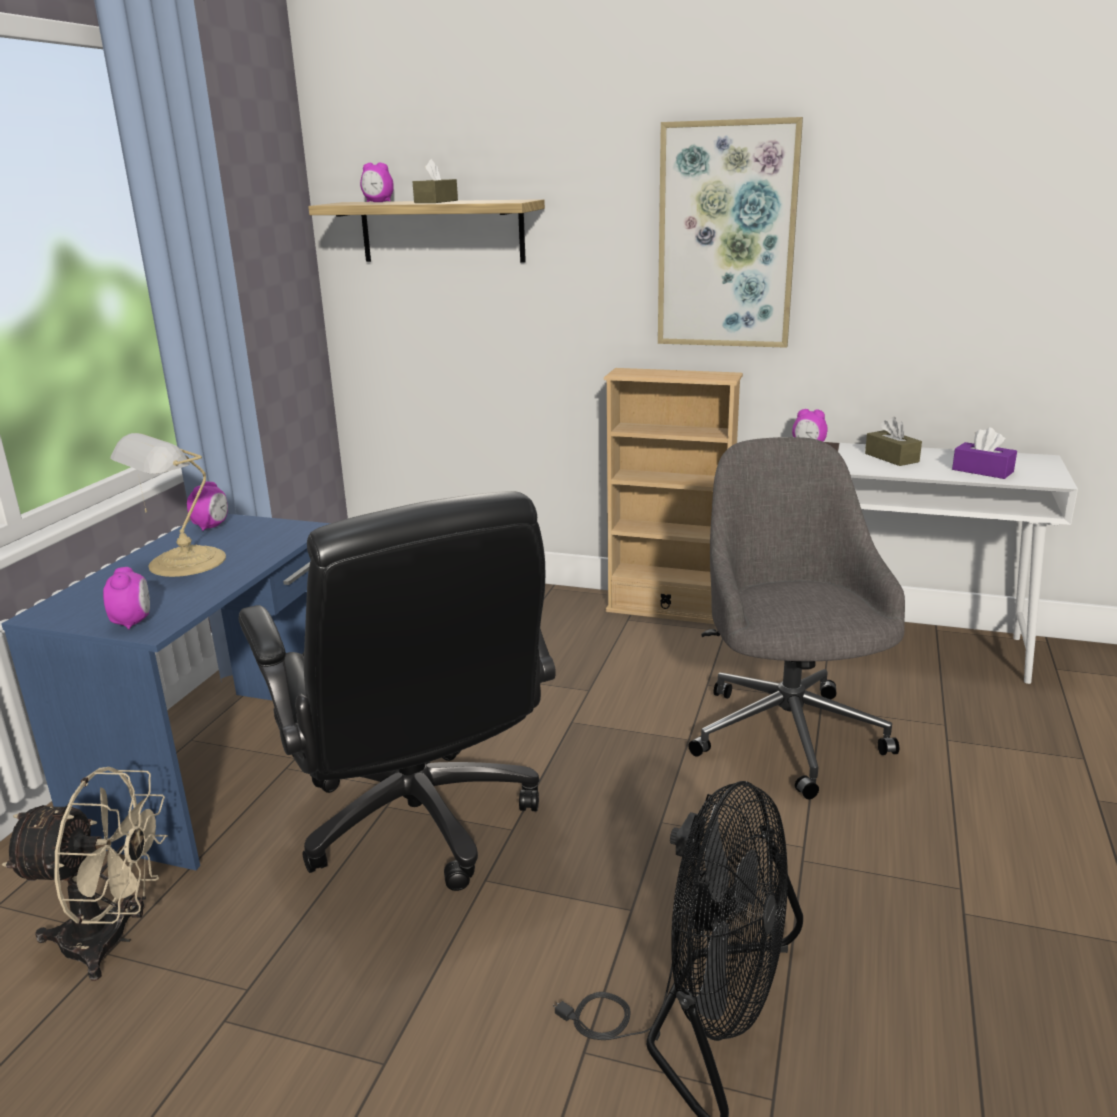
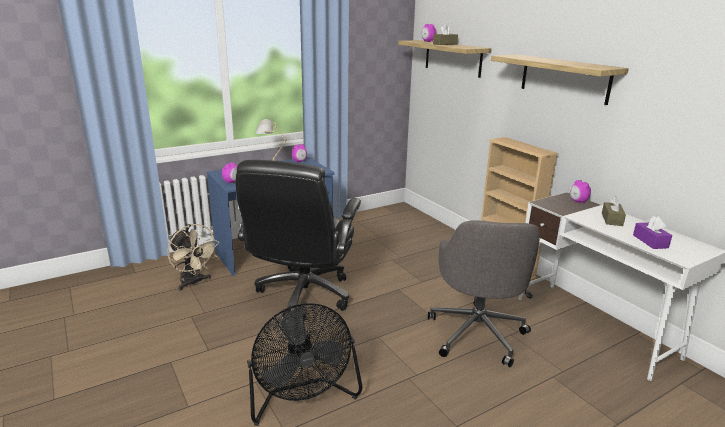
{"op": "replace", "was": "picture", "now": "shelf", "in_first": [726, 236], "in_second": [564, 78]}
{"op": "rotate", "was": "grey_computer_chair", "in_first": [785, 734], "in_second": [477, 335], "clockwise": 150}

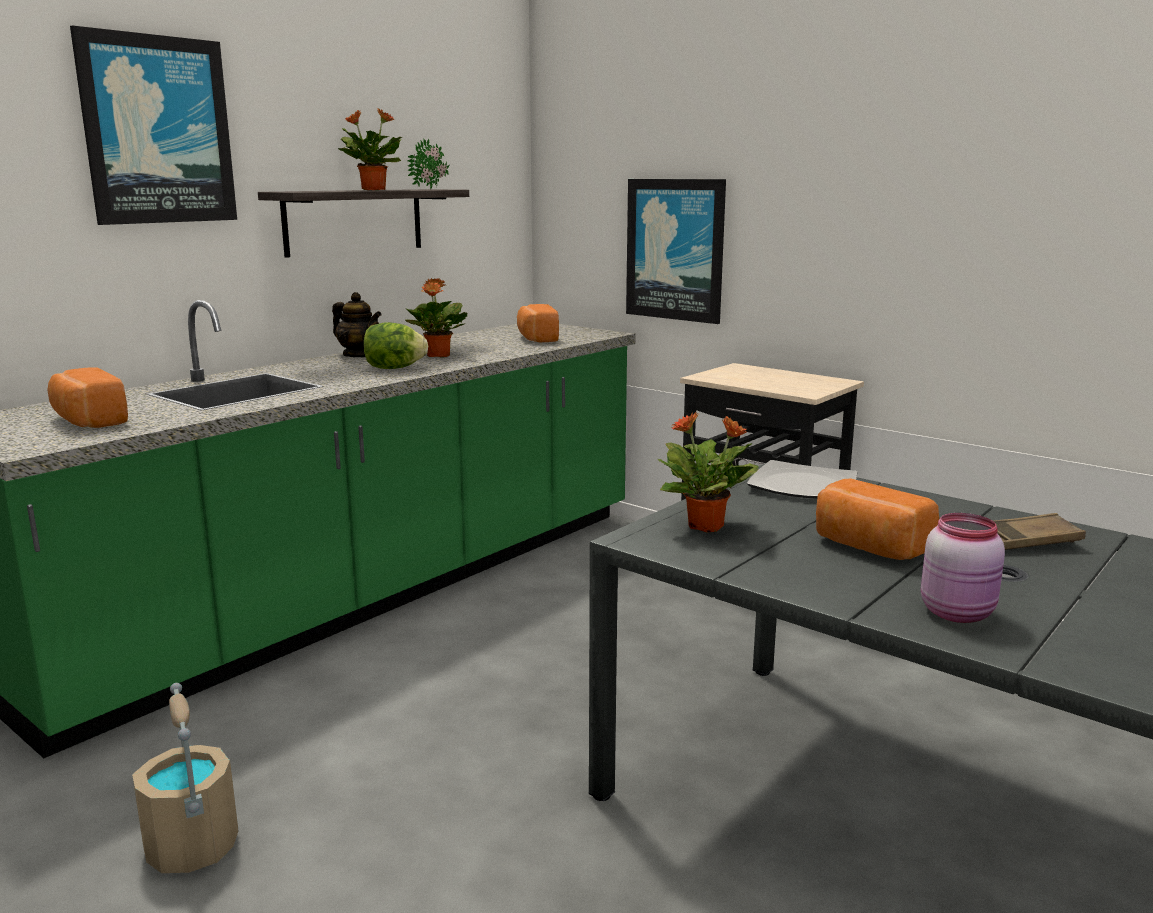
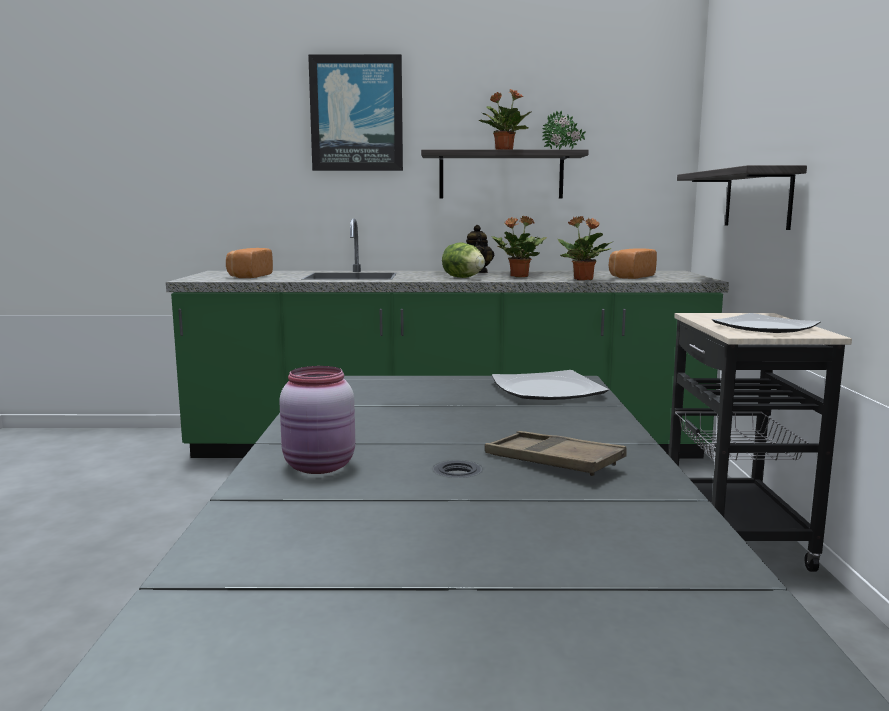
{"op": "delete", "was": "sand-coloured_bucket", "in_first": [192, 847]}
{"op": "replace", "was": "picture", "now": "shelf", "in_first": [675, 250], "in_second": [757, 199]}
{"op": "move", "was": "houseplant", "in_first": [707, 527], "in_second": [583, 279]}
{"op": "delete", "was": "bakery_bread", "in_first": [868, 547]}
{"op": "insert", "now": "dinner_plate", "in_second": [763, 327]}

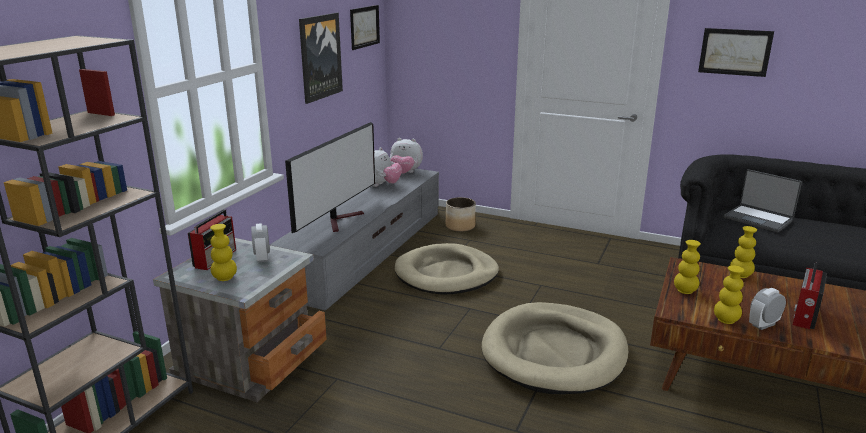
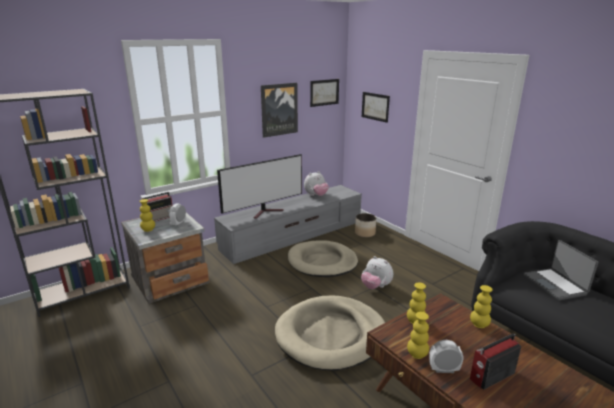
{"op": "move", "was": "soft_toy", "in_first": [405, 173], "in_second": [376, 286]}
{"op": "move", "was": "picture", "in_first": [735, 52], "in_second": [375, 106]}

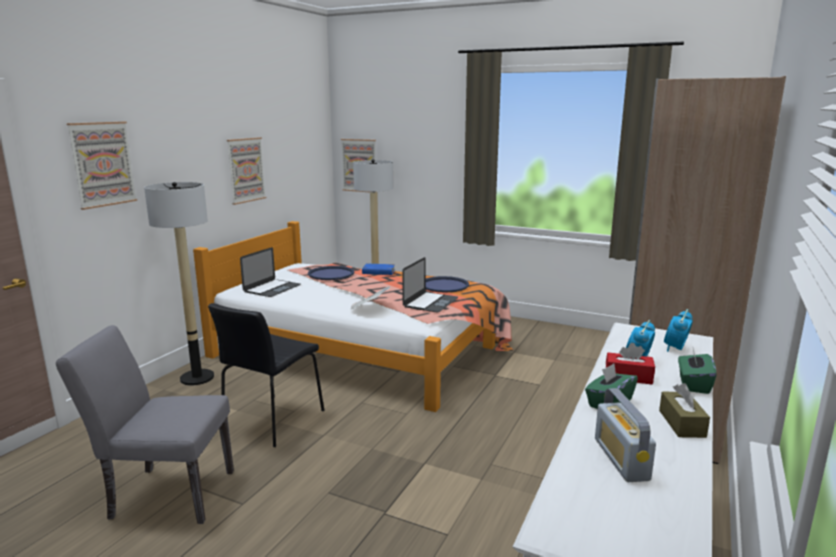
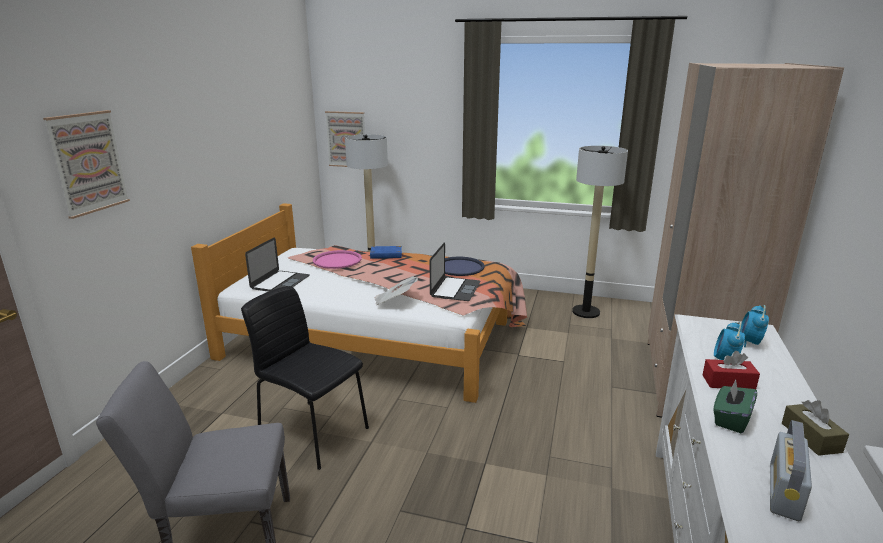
{"op": "move", "was": "floor_lamp", "in_first": [197, 378], "in_second": [586, 312]}
{"op": "rotate", "was": "blackish_plain_chair", "in_first": [271, 422], "in_second": [310, 432], "clockwise": 105}
{"op": "delete", "was": "picture", "in_first": [246, 170]}
{"op": "recolor", "was": "bluish_carrying_tray", "now": "pink-coloured_carrying_tray", "in_first": [331, 274], "in_second": [337, 260]}
{"op": "rotate", "was": "radio_receiver", "in_first": [621, 459], "in_second": [784, 491], "clockwise": 45}
{"op": "delete", "was": "greenish_tissue_box", "in_first": [693, 384]}

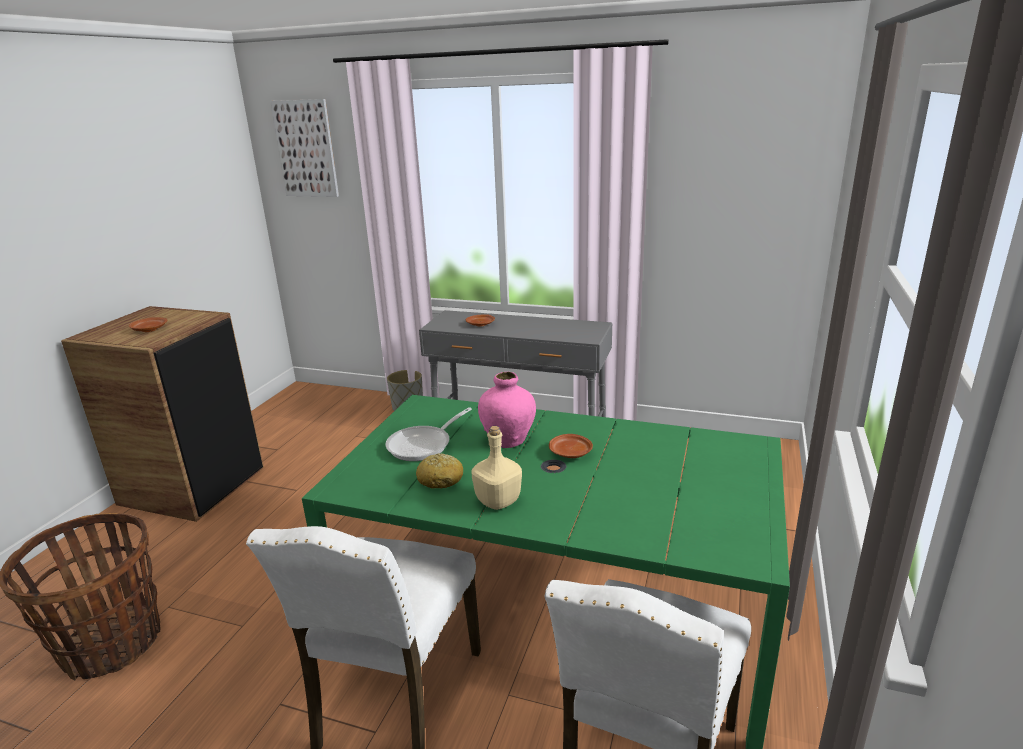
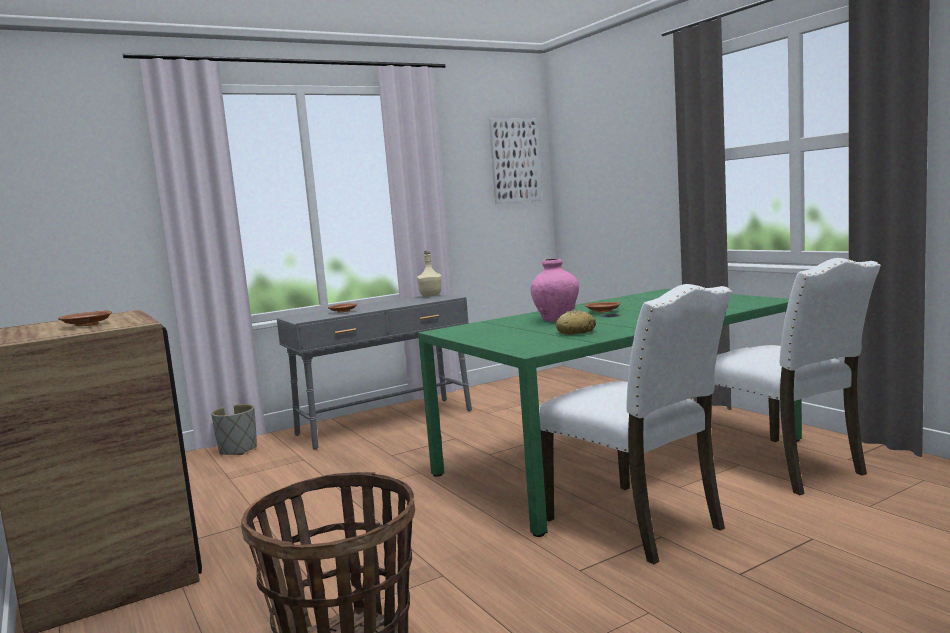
{"op": "move", "was": "picture", "in_first": [306, 149], "in_second": [515, 161]}
{"op": "delete", "was": "skillet", "in_first": [424, 445]}
{"op": "move", "was": "sand-coloured_bottle", "in_first": [497, 501], "in_second": [431, 296]}

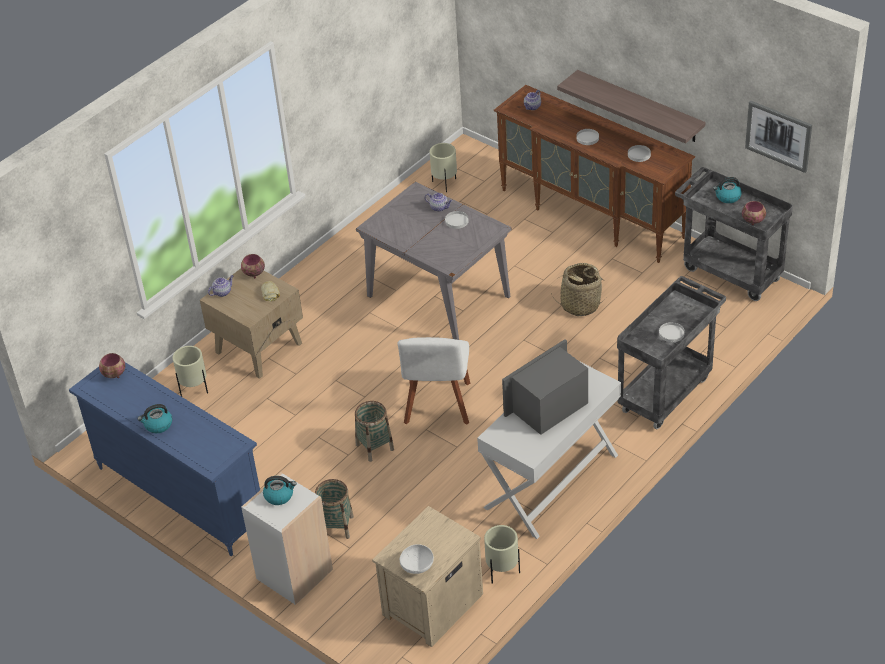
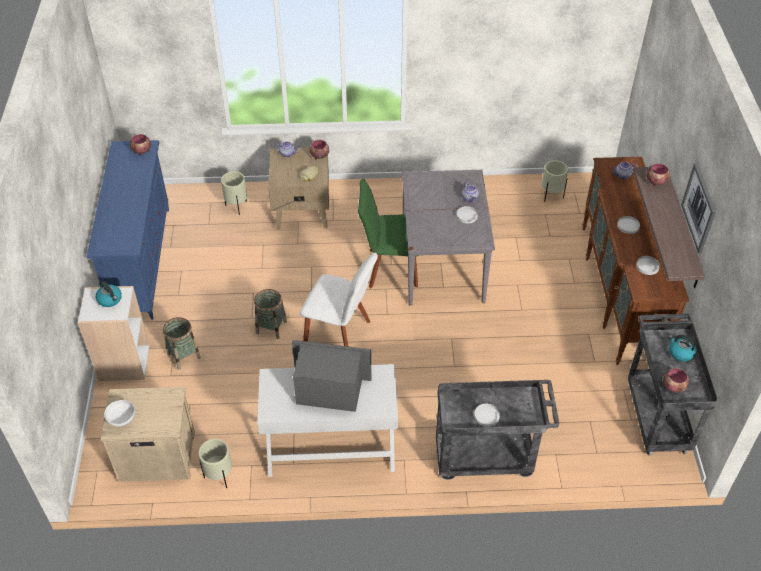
{"op": "delete", "was": "water_kettle", "in_first": [158, 425]}
{"op": "rotate", "was": "white-coloured_plain_chair", "in_first": [437, 406], "in_second": [340, 334], "clockwise": -120}
{"op": "delete", "was": "storage_basket", "in_first": [580, 305]}
{"op": "move", "was": "picture", "in_first": [778, 135], "in_second": [699, 208]}
{"op": "insert", "now": "greenish_plain_chair", "in_second": [389, 268]}
{"op": "insert", "now": "deep_dish", "in_second": [656, 181]}

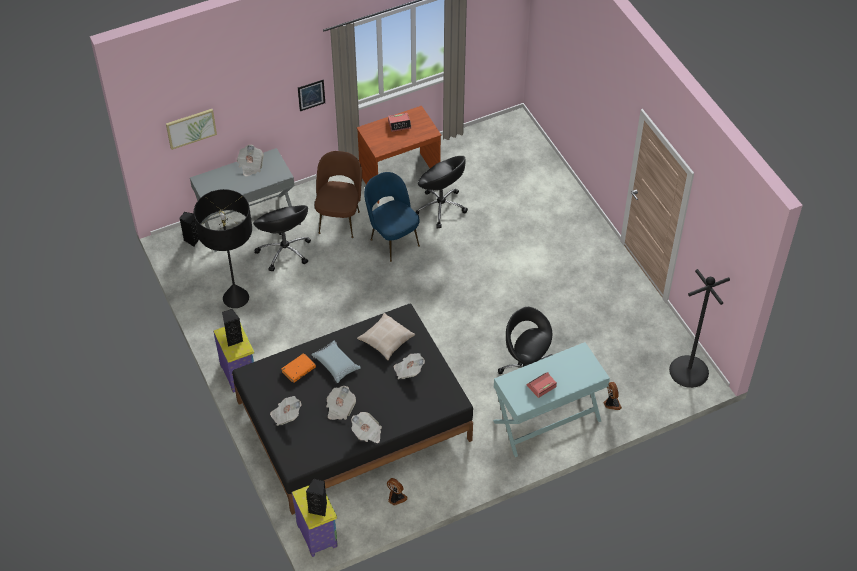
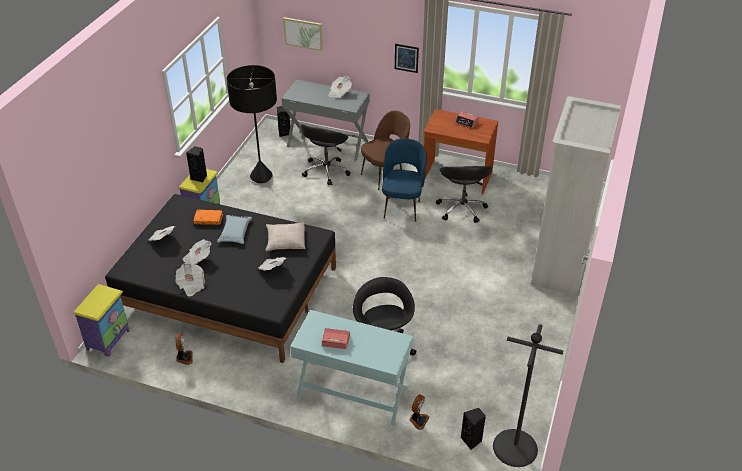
{"op": "move", "was": "blackish_speaker", "in_first": [319, 508], "in_second": [472, 440]}
{"op": "insert", "now": "white-coloured_wardrobe", "in_second": [559, 266]}

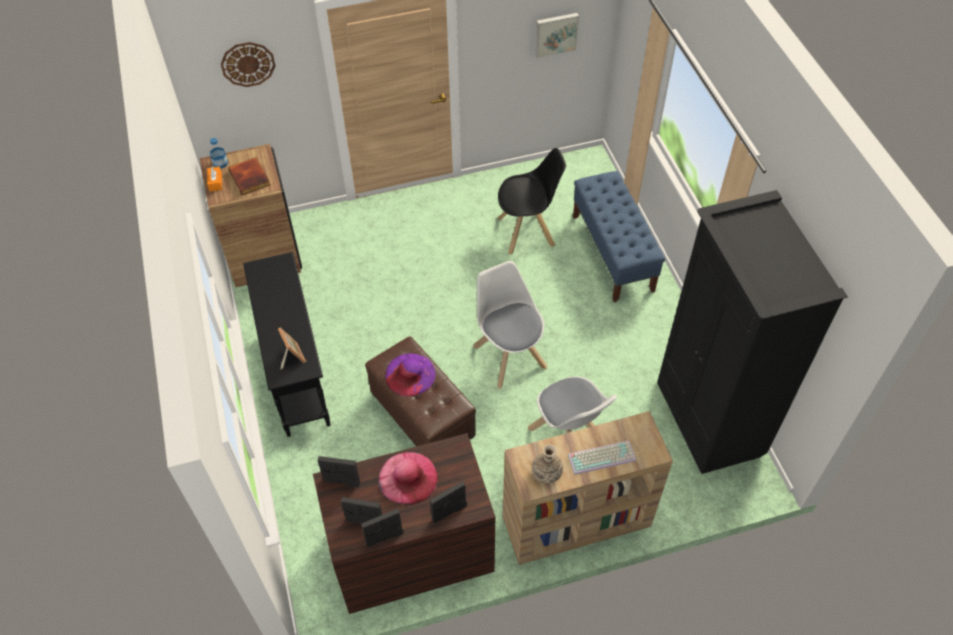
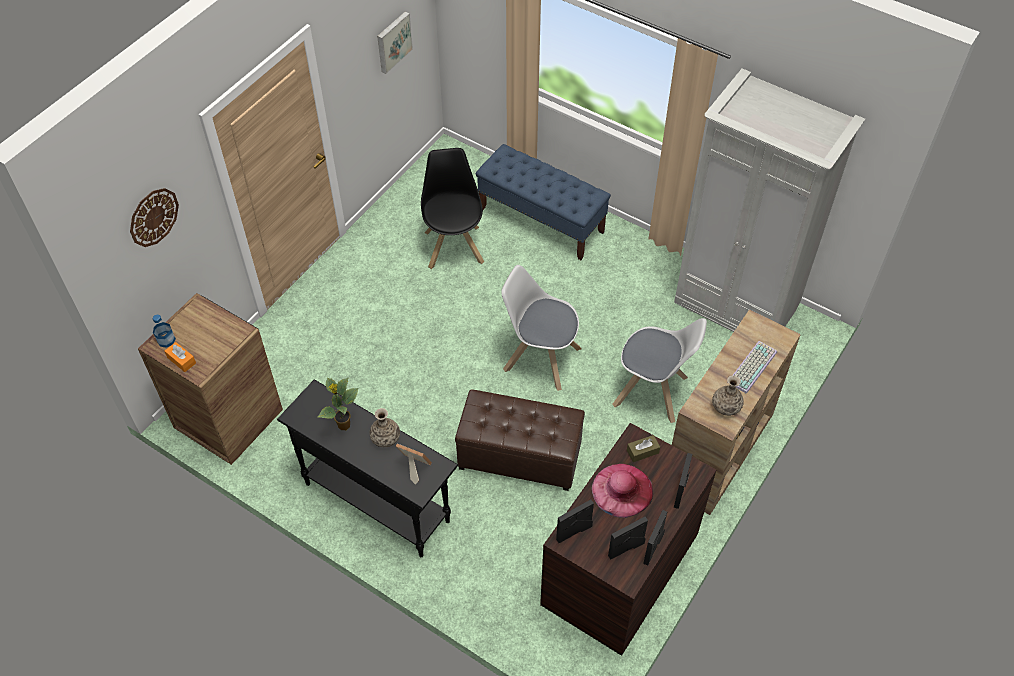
{"op": "delete", "was": "book", "in_first": [250, 178]}
{"op": "delete", "was": "purple_wearable_hat", "in_first": [410, 374]}
{"op": "rotate", "was": "blackish_plain_chair", "in_first": [527, 231], "in_second": [454, 245], "clockwise": -45}
{"op": "recolor", "was": "blackish_wardrobe", "now": "white-coloured_wardrobe", "in_first": [709, 418], "in_second": [736, 304]}
{"op": "insert", "now": "houseplant", "in_second": [343, 426]}
{"op": "insert", "now": "flower_vase", "in_second": [385, 438]}
{"op": "insert", "now": "brown_tissue_box", "in_second": [642, 451]}

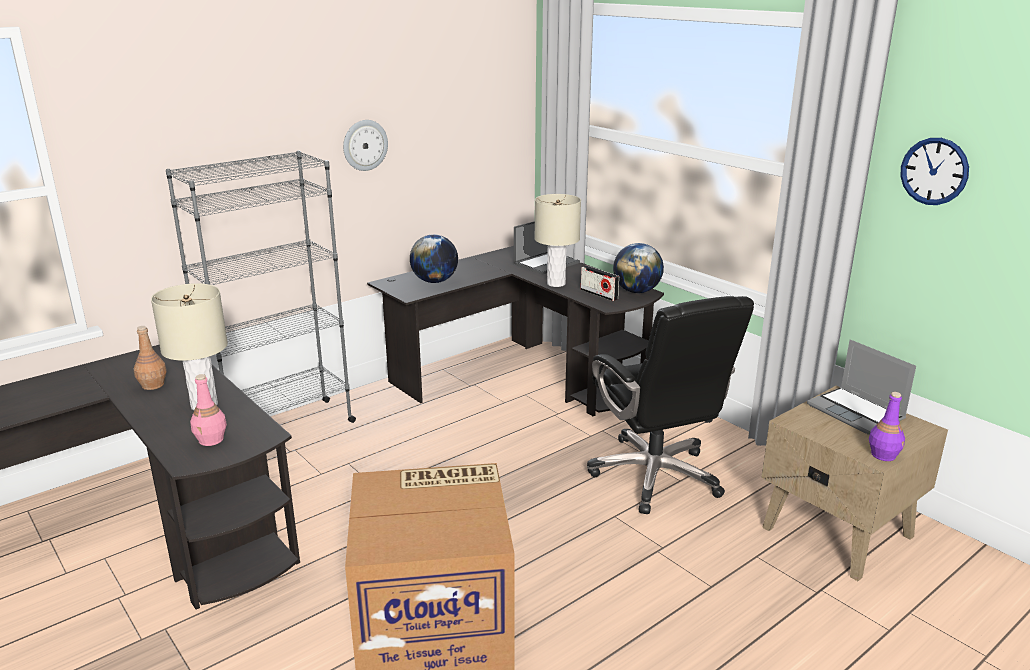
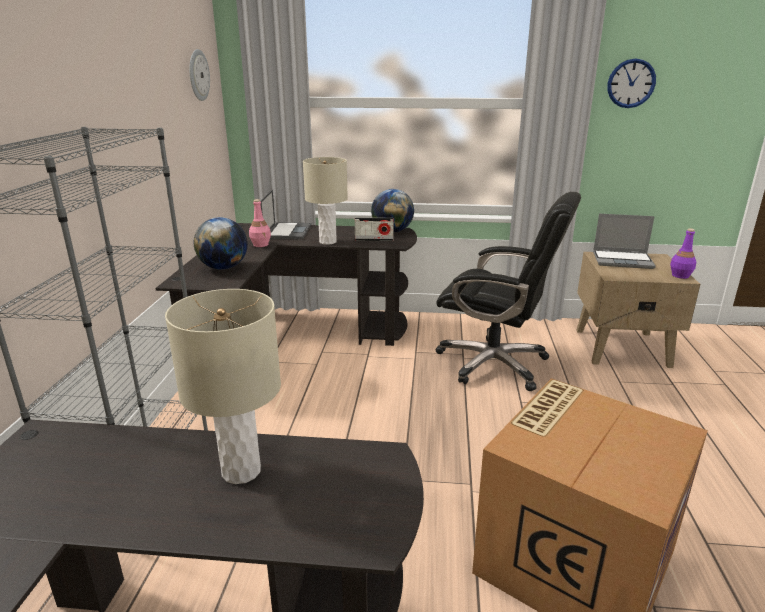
{"op": "delete", "was": "brown_bottle", "in_first": [152, 385]}
{"op": "move", "was": "pink-coloured_bottle", "in_first": [211, 440], "in_second": [261, 244]}
{"op": "move", "was": "wall_clock", "in_first": [365, 145], "in_second": [198, 75]}

